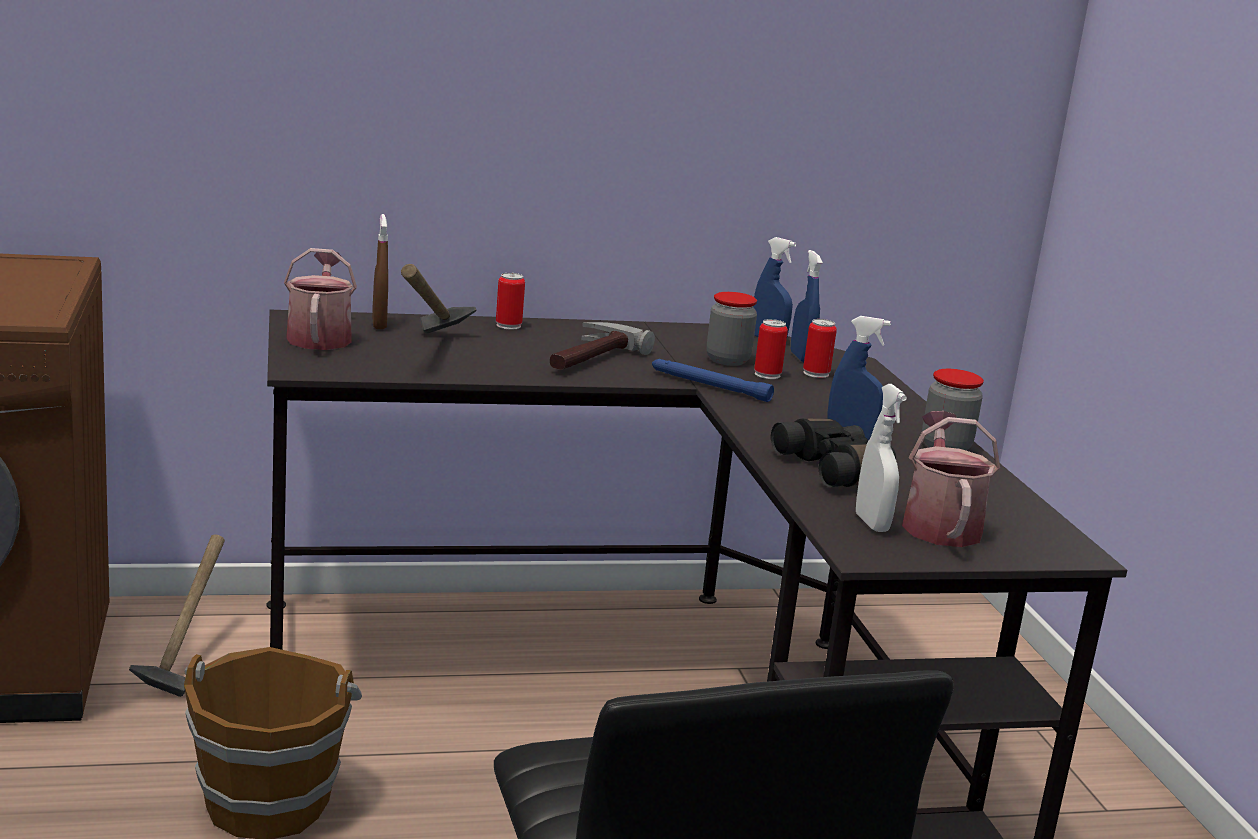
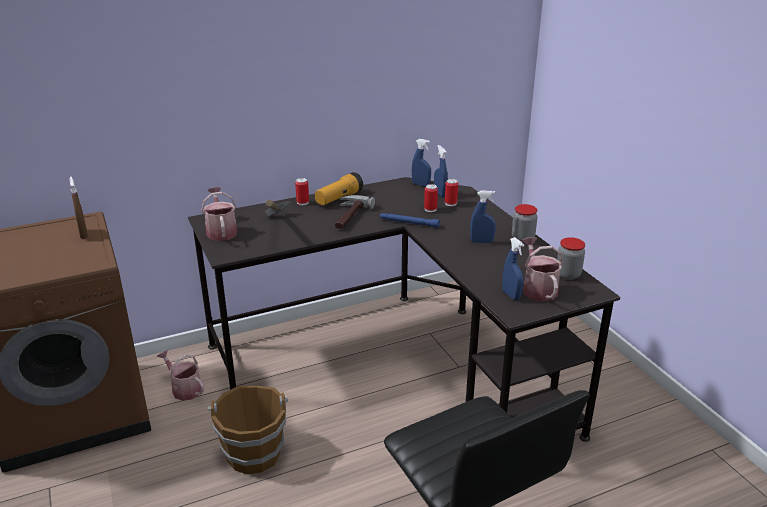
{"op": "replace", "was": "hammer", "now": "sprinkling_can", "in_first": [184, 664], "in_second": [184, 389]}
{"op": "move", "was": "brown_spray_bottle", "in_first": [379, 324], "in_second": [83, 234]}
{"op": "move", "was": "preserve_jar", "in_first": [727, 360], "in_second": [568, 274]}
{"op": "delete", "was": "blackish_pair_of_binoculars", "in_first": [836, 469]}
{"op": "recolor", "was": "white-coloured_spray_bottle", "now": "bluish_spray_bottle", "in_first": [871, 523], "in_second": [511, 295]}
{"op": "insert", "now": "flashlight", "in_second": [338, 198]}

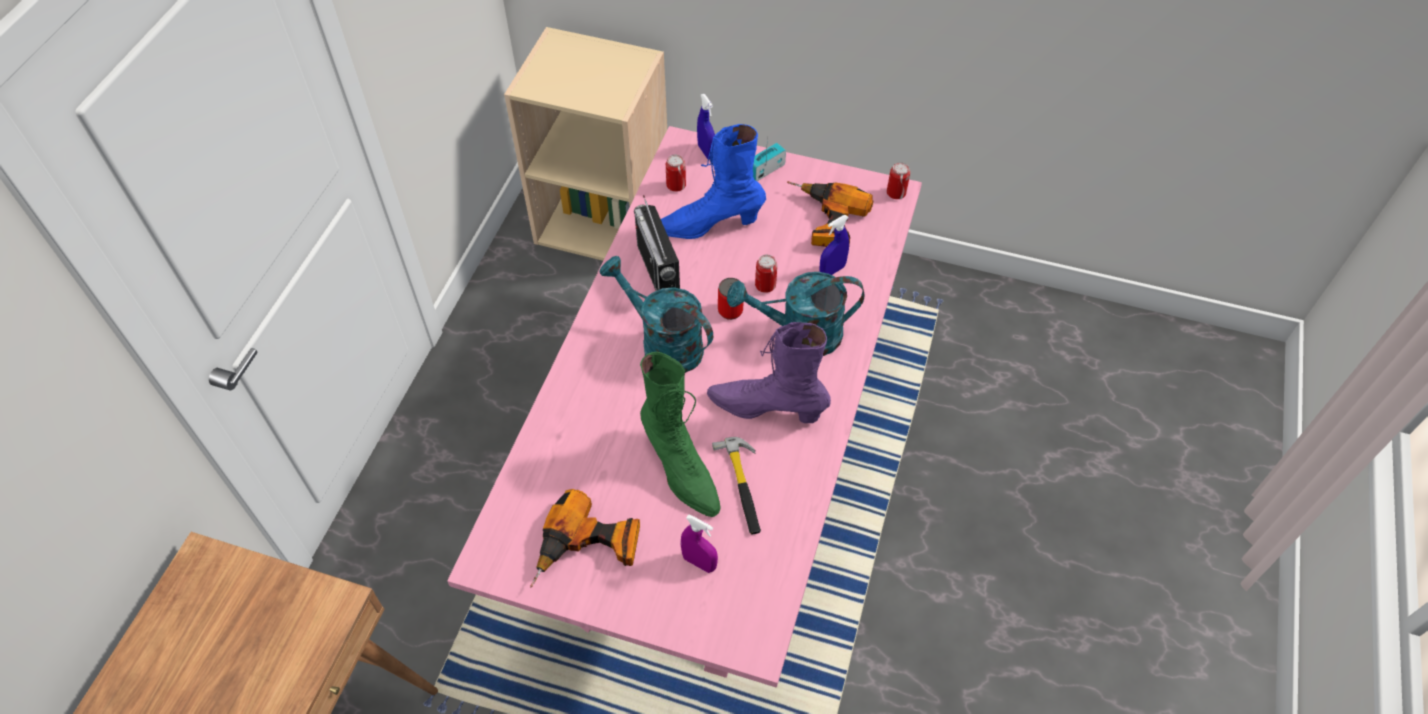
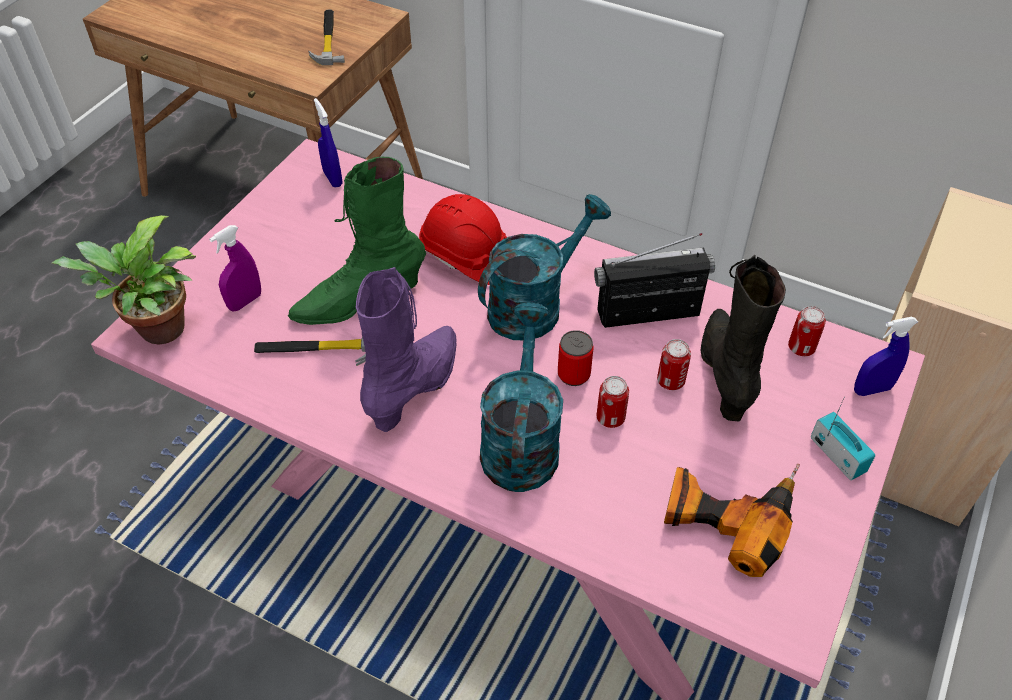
{"op": "delete", "was": "drill", "in_first": [589, 549]}
{"op": "recolor", "was": "bluish_boot", "now": "blackish_boot", "in_first": [709, 225], "in_second": [726, 374]}
{"op": "move", "was": "bluish_spray_bottle", "in_first": [832, 270], "in_second": [332, 178]}
{"op": "move", "was": "metal_can", "in_first": [896, 193], "in_second": [670, 381]}
{"op": "insert", "now": "houseplant", "in_second": [157, 332]}
{"op": "insert", "now": "hammer", "in_second": [327, 39]}
{"op": "insert", "now": "red-coloured_work_helmet", "in_second": [467, 256]}

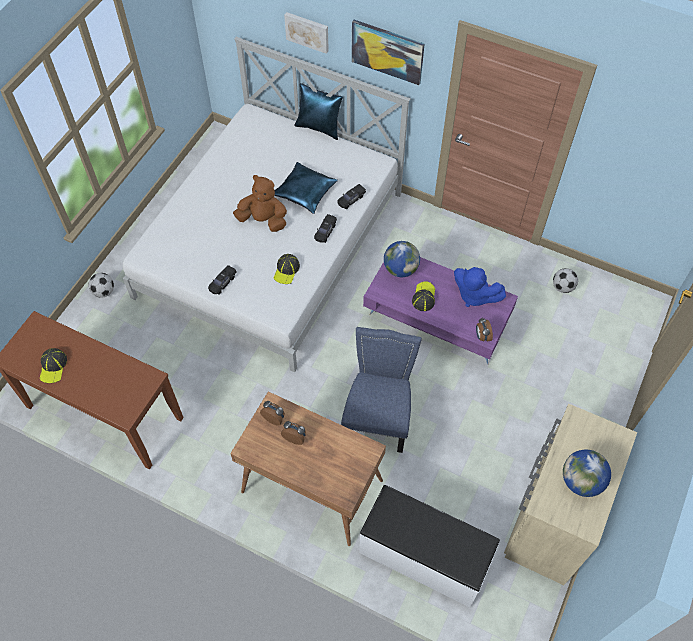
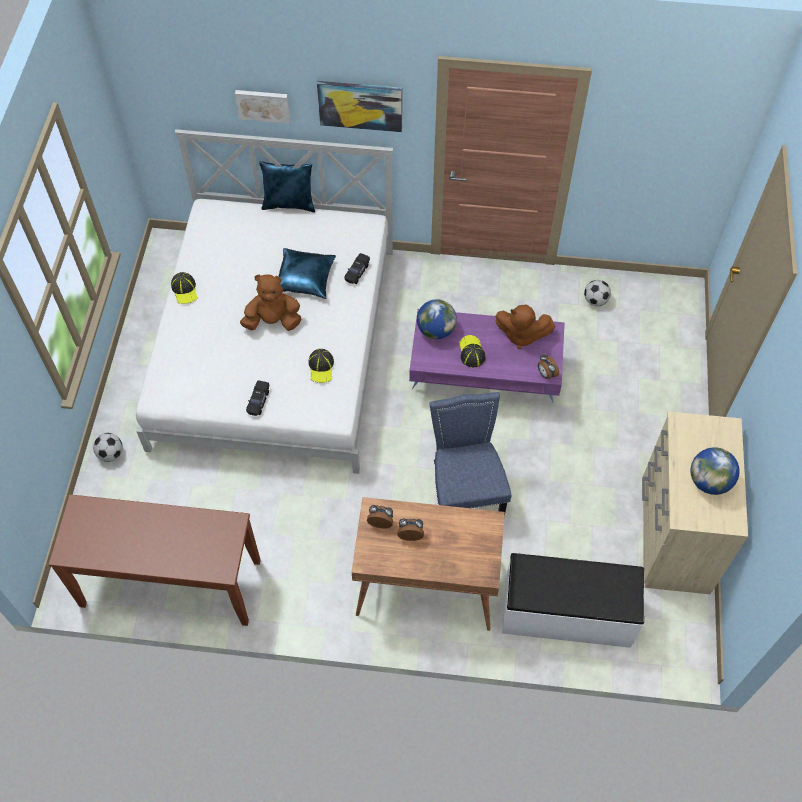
{"op": "move", "was": "baseball_cap", "in_first": [53, 367], "in_second": [185, 290]}
{"op": "delete", "was": "blackish_model_car", "in_first": [325, 231]}
{"op": "recolor", "was": "bluish_soft_toy", "now": "brown_soft_toy", "in_first": [474, 295], "in_second": [521, 335]}

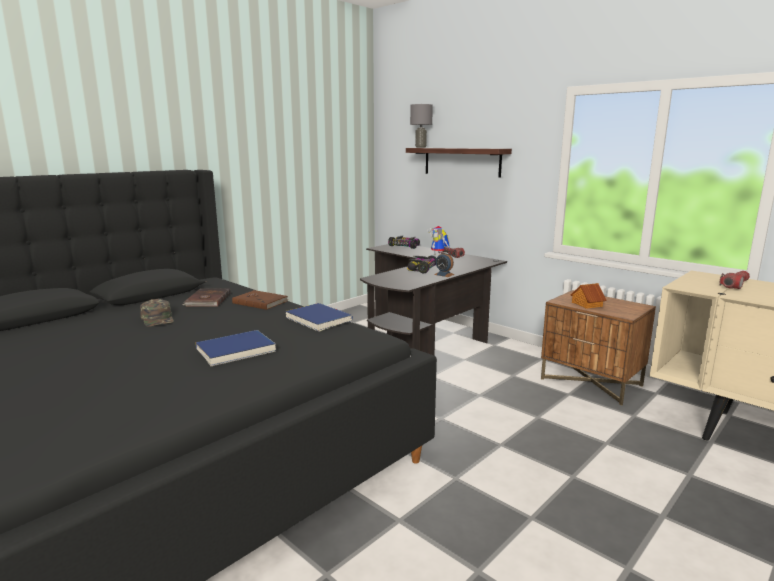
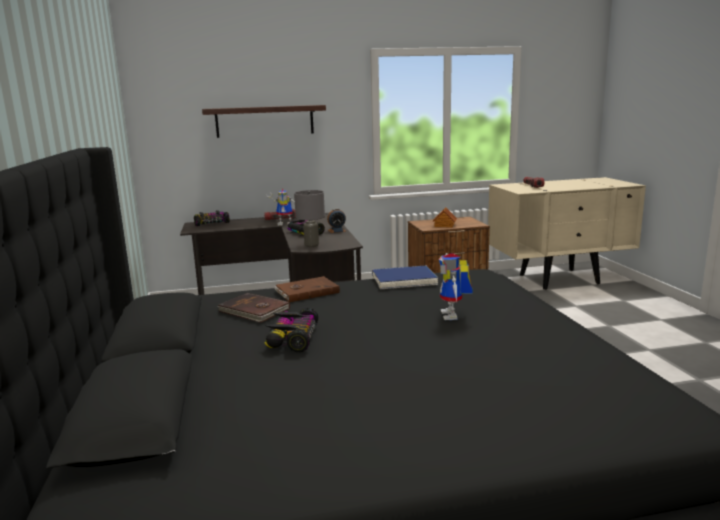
{"op": "replace", "was": "greenish_baseball_cap", "now": "model_car", "in_first": [158, 319], "in_second": [291, 339]}
{"op": "replace", "was": "bluish_book", "now": "model_robot", "in_first": [235, 351], "in_second": [454, 316]}
{"op": "move", "was": "grey_table_lamp", "in_first": [420, 147], "in_second": [312, 246]}

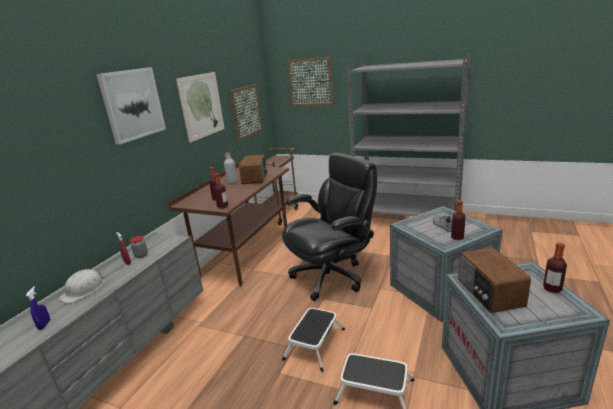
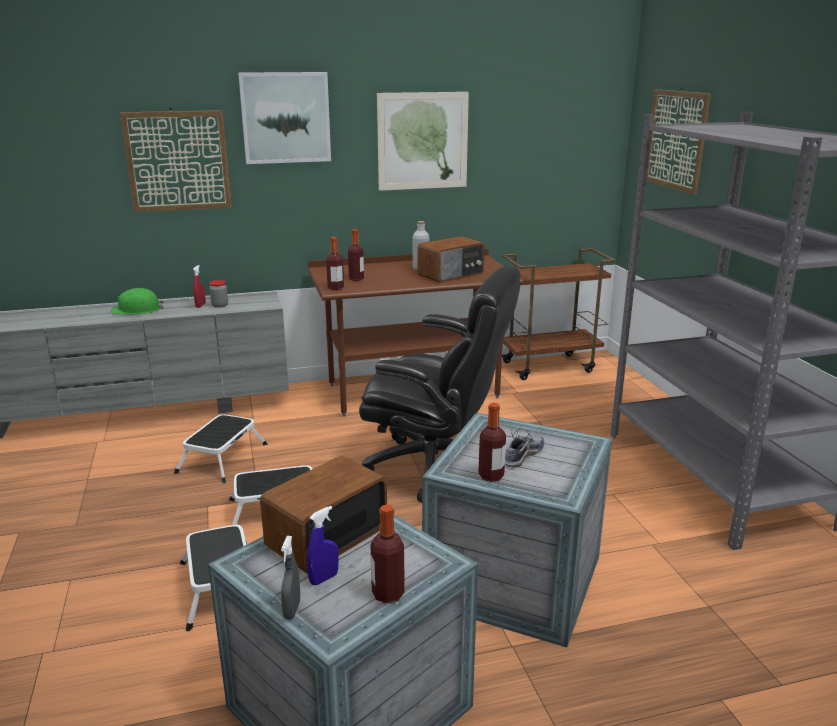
{"op": "move", "was": "bluish_spray_bottle", "in_first": [44, 325], "in_second": [324, 578]}
{"op": "recolor", "was": "white-coloured_work_helmet", "now": "greenish_work_helmet", "in_first": [83, 290], "in_second": [137, 310]}
{"op": "move", "was": "picture", "in_first": [246, 110], "in_second": [177, 159]}
{"op": "insert", "now": "blackish_stepladder", "in_second": [223, 458]}
{"op": "insert", "now": "grey_spray_bottle", "in_second": [292, 610]}

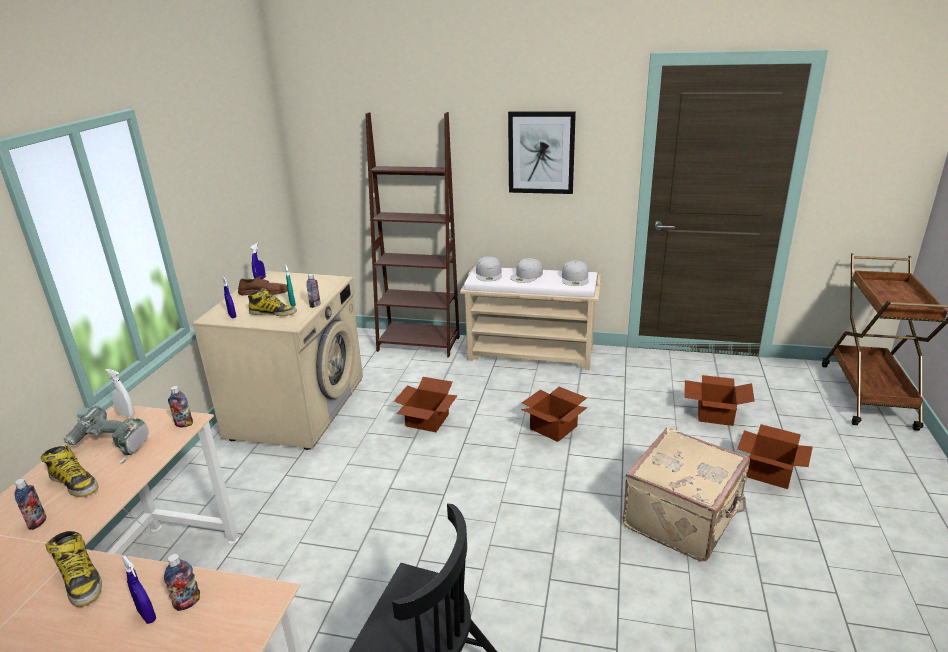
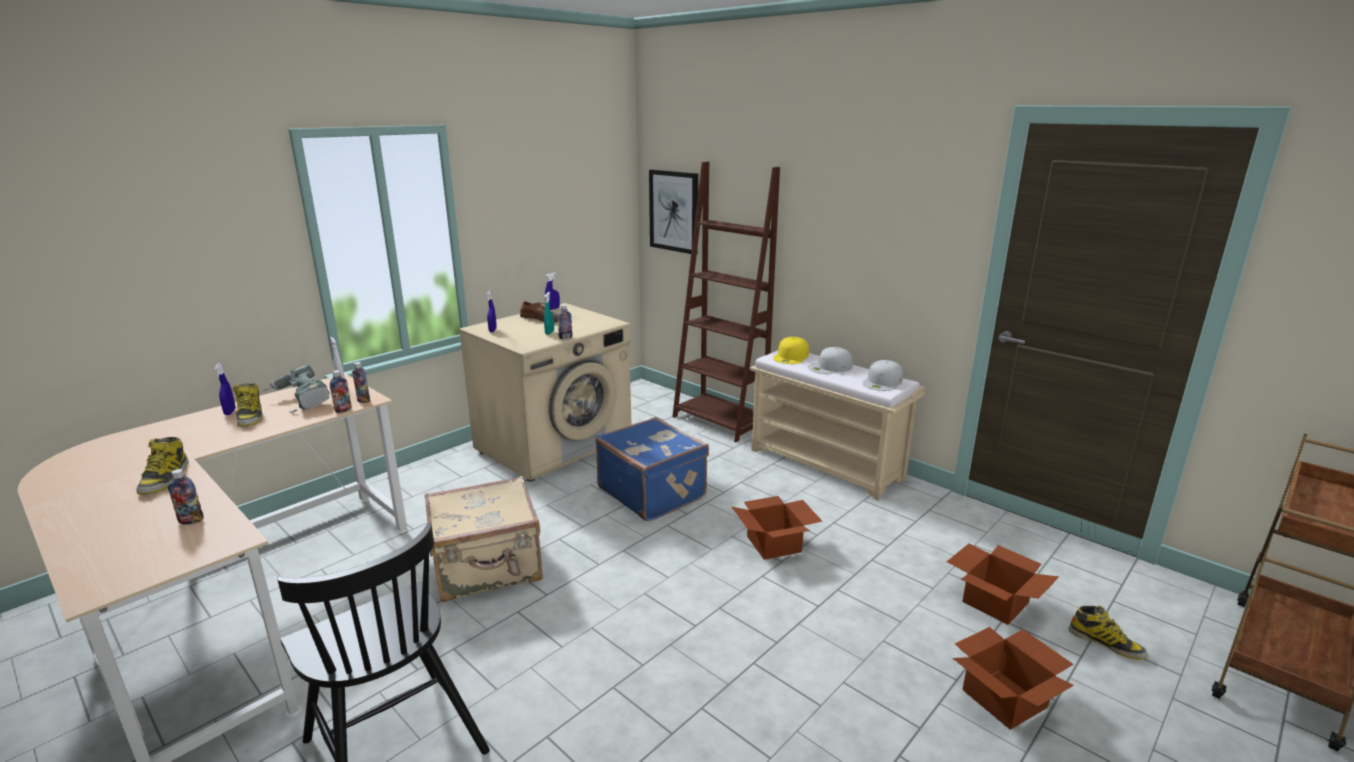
{"op": "move", "was": "bottle", "in_first": [37, 523], "in_second": [343, 410]}
{"op": "move", "was": "bluish_spray_bottle", "in_first": [147, 615], "in_second": [230, 412]}
{"op": "move", "was": "boot", "in_first": [273, 313], "in_second": [1106, 643]}
{"op": "replace", "was": "carton", "now": "bluish_piece_of_luggage", "in_first": [426, 421], "in_second": [653, 492]}
{"op": "recolor", "was": "white-coloured_baseball_cap", "now": "yellow_baseball_cap", "in_first": [489, 274], "in_second": [791, 356]}
{"op": "move", "was": "picture", "in_first": [541, 153], "in_second": [674, 211]}
{"op": "move", "was": "sand-coloured_piece_of_luggage", "in_first": [684, 518], "in_second": [488, 568]}

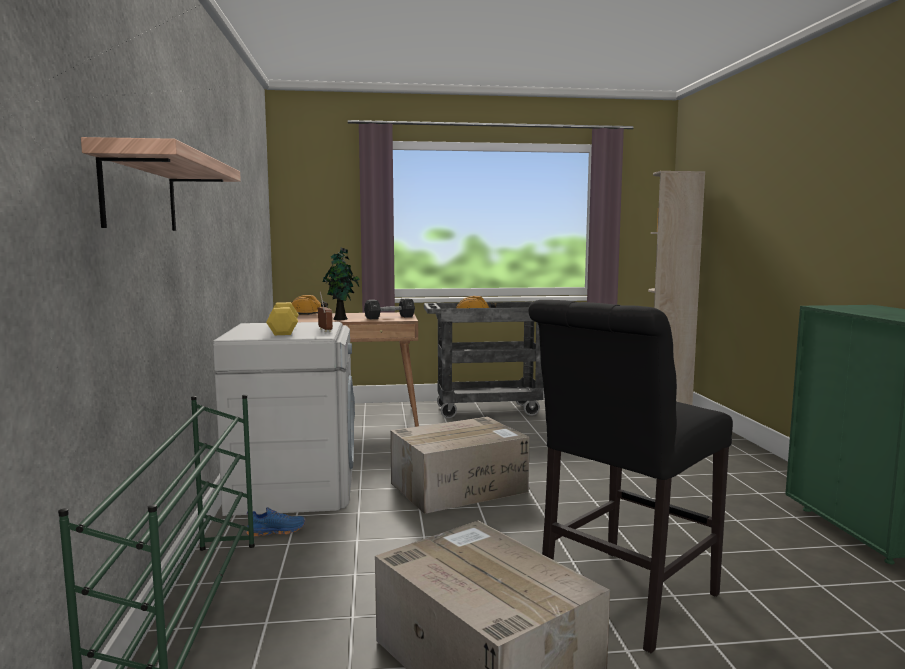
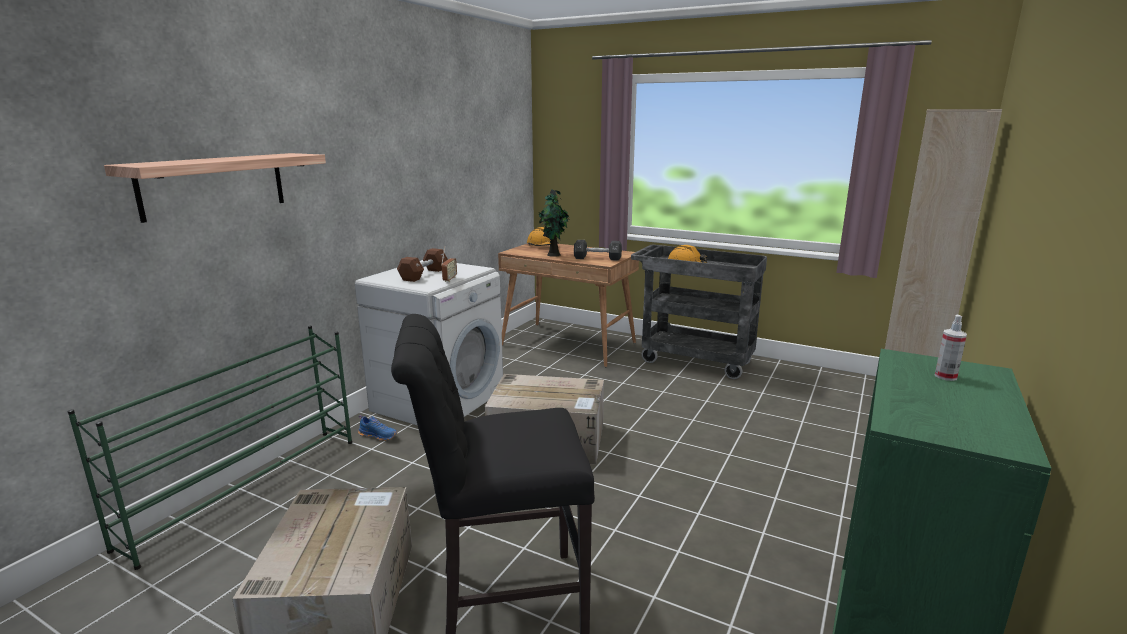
{"op": "recolor", "was": "yellow_free_weight", "now": "brown_free_weight", "in_first": [283, 330], "in_second": [424, 274]}
{"op": "insert", "now": "spray_bottle", "in_second": [945, 376]}

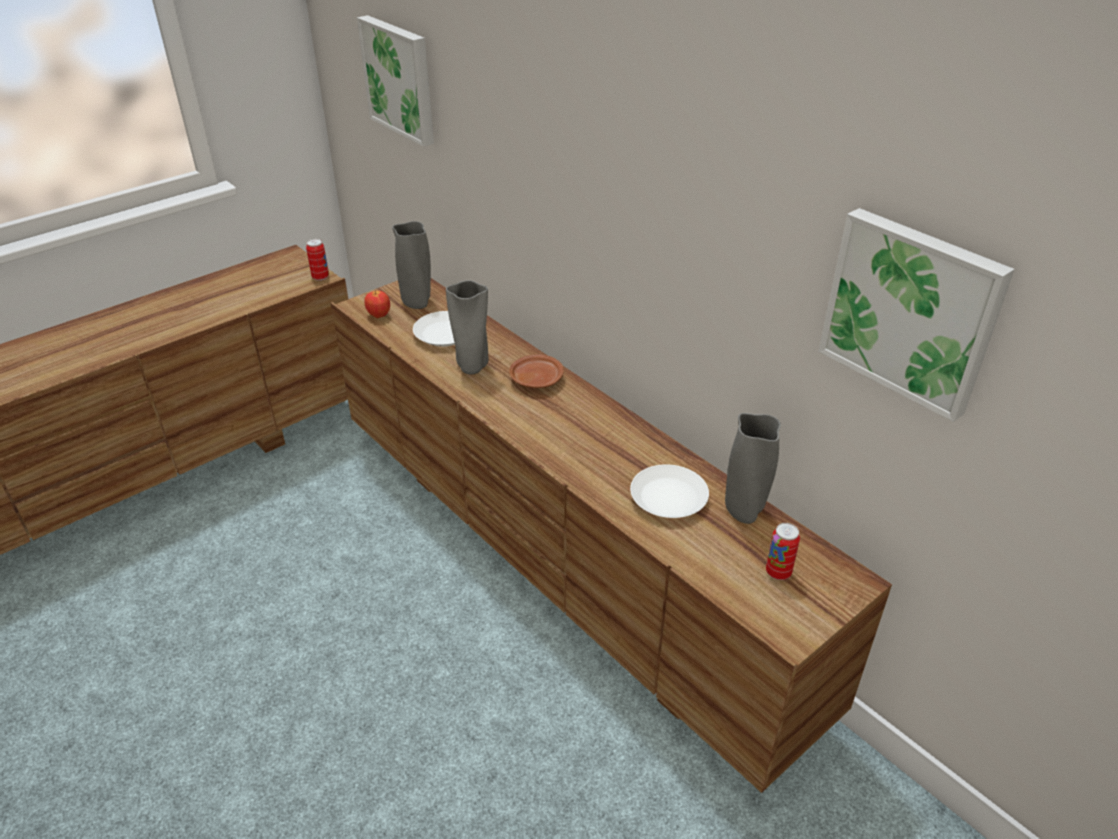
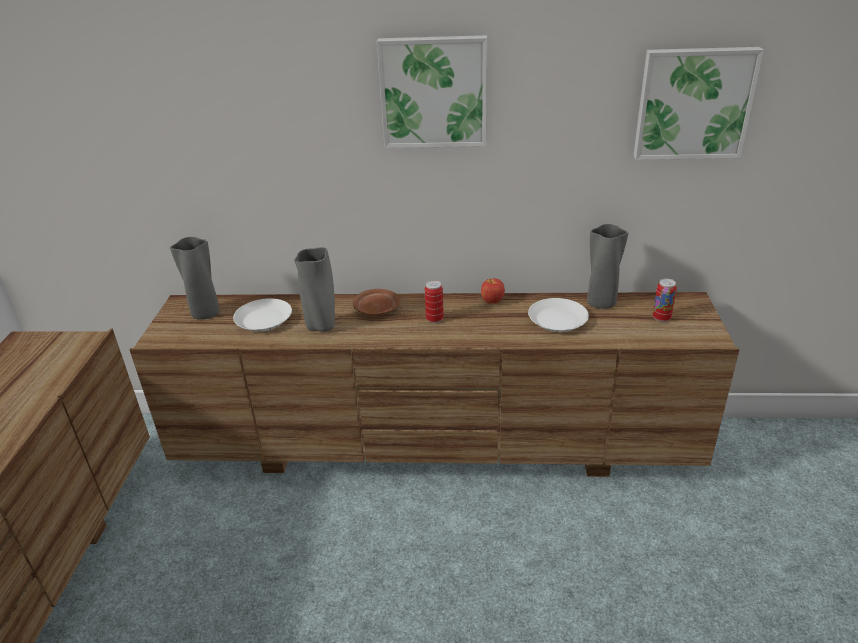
{"op": "move", "was": "metal_can", "in_first": [320, 277], "in_second": [434, 319]}
{"op": "move", "was": "picture", "in_first": [400, 79], "in_second": [434, 92]}
{"op": "move", "was": "apple_fruit", "in_first": [378, 315], "in_second": [492, 302]}

